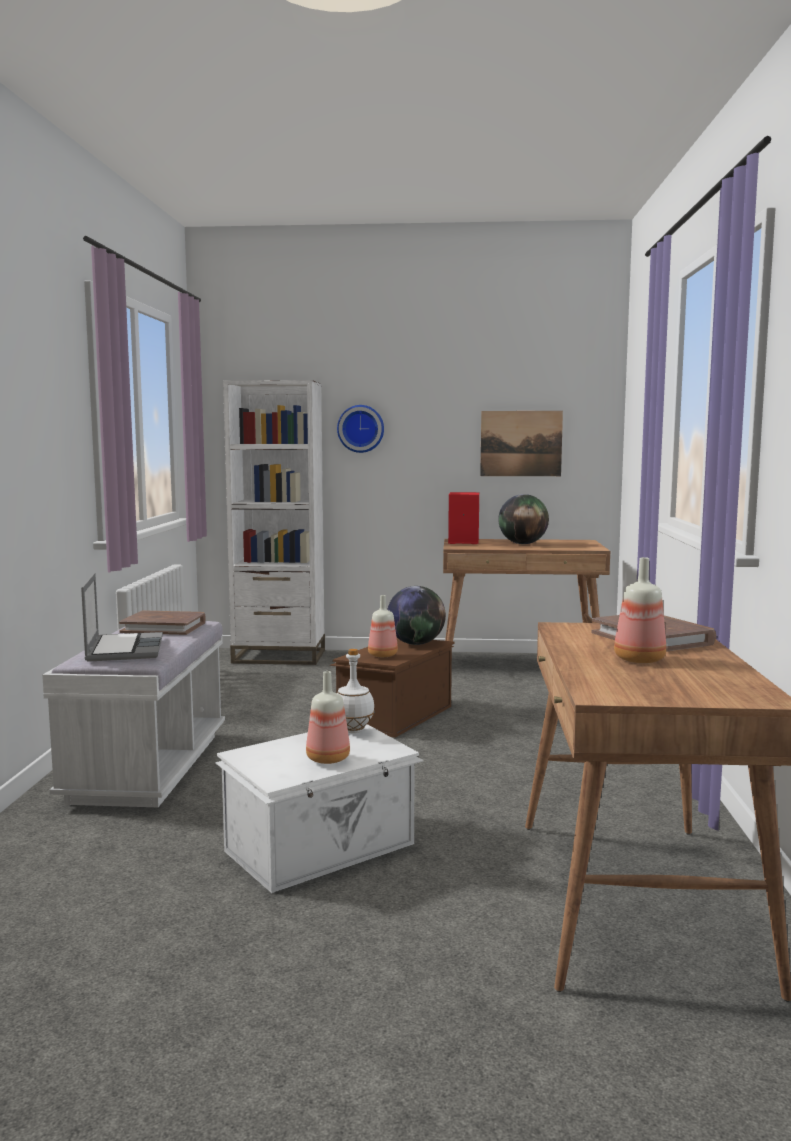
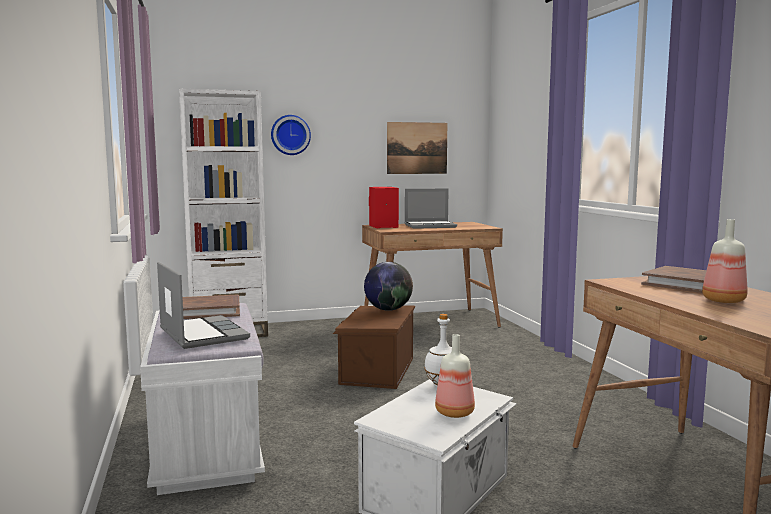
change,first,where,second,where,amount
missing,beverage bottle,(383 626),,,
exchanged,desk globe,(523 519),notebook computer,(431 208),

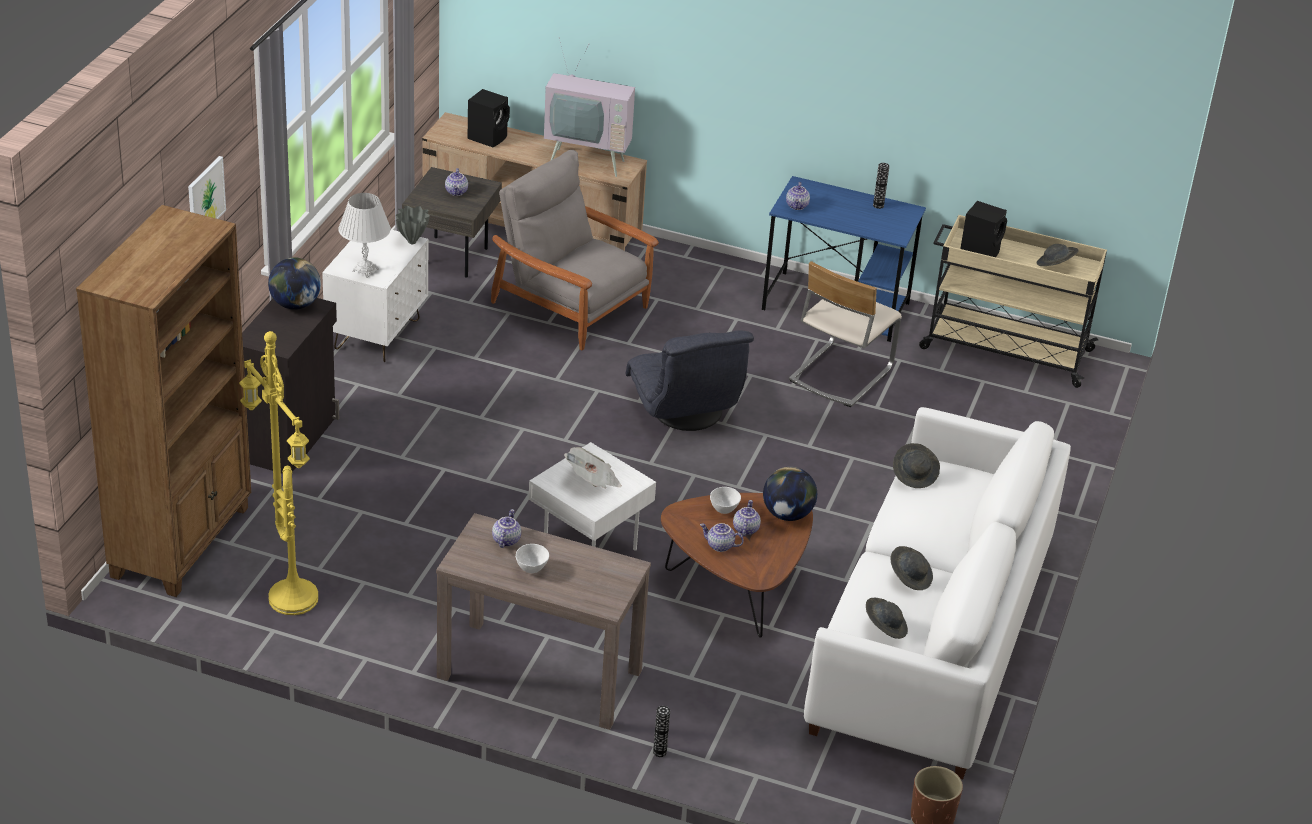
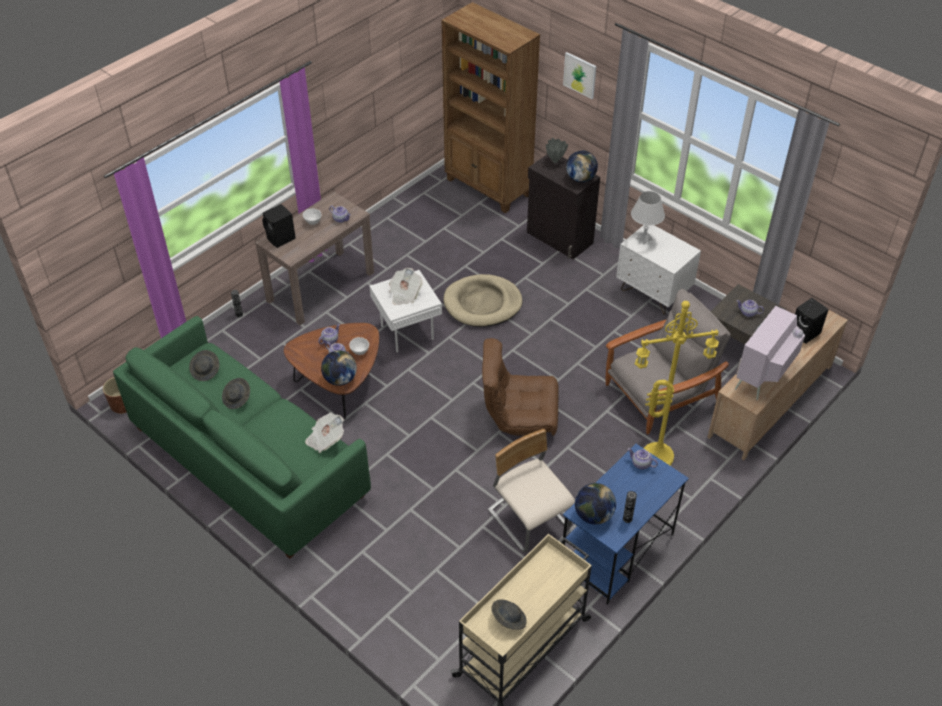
change,first,where,second,where,amount
appeared,,,beige pet bed,(483 300),
appeared,,,desk globe,(595 504),
relocated,yellow standing lamp,(278 473),,(677 383),
relocated,grey decorative vase,(413 225),,(557 150),
relocated,black speaker,(983 229),,(279 226),
exchanged,grey hat,(916 465),printed paper,(324 433),
colour,grey lounge chair,(689 380),brownish lounge chair,(520 387),
colour,whitish sofa,(937 593),green-coloured sofa,(242 437),

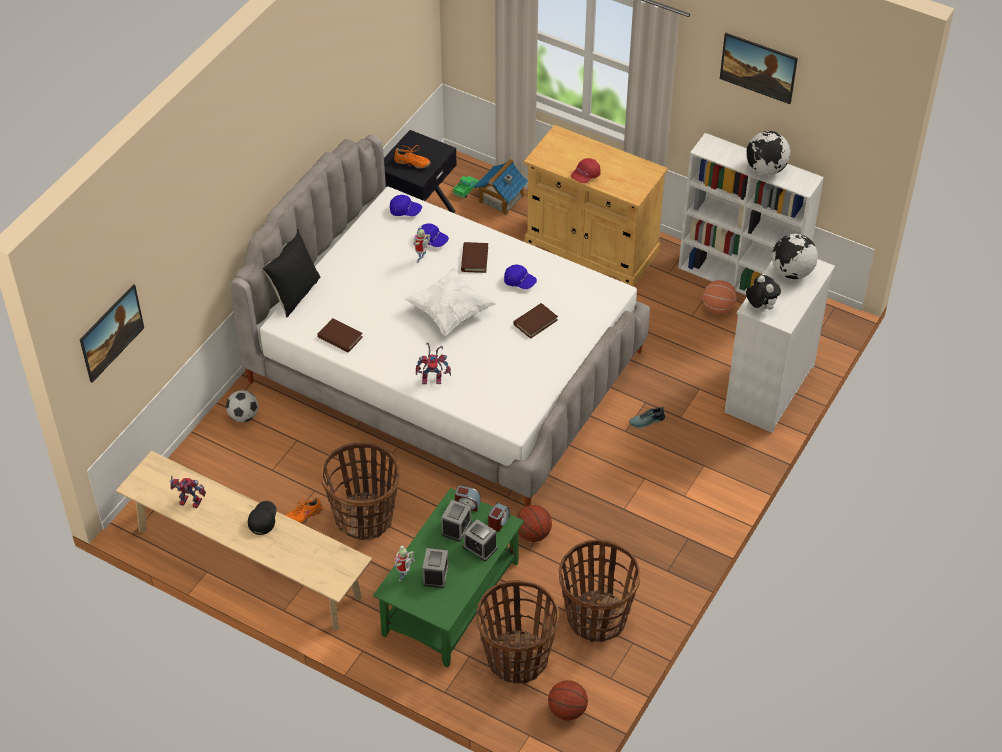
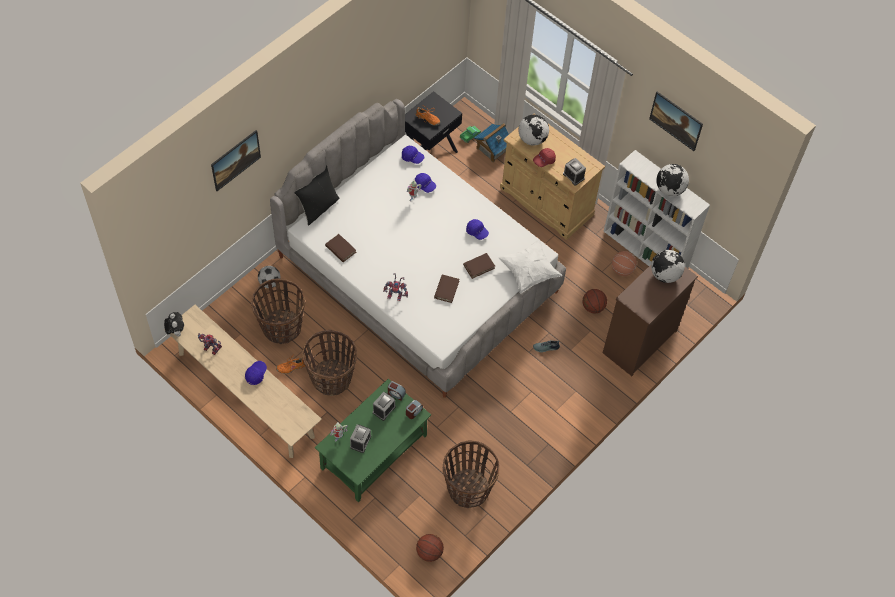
change,first,where,second,where,amount
appeared,,,desk globe,(533 130),
relocated,picture,(112 333),,(236 160),
relocated,whitish pillow,(450 302),,(530 266),
relocated,brownish volume,(474 257),,(446 288),
relocated,table clock,(480 540),,(574 172),
relocated,household basket,(517 632),,(278 311),
relocated,basketball ball,(534 523),,(595 301),
relocated,cuddly toy,(763 292),,(174 324),
colour,black peaked cap,(262 518),blue peaked cap,(256 373),
colour,whitish drawer chest,(779 346),brownish drawer chest,(650 320),

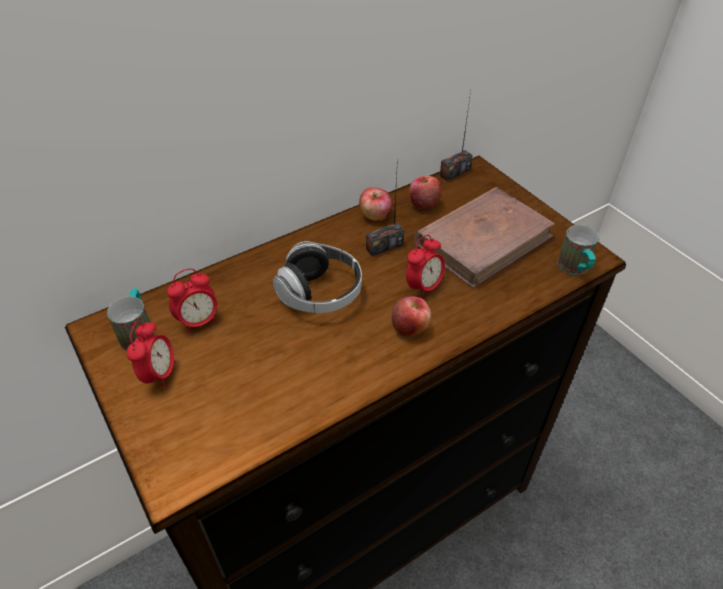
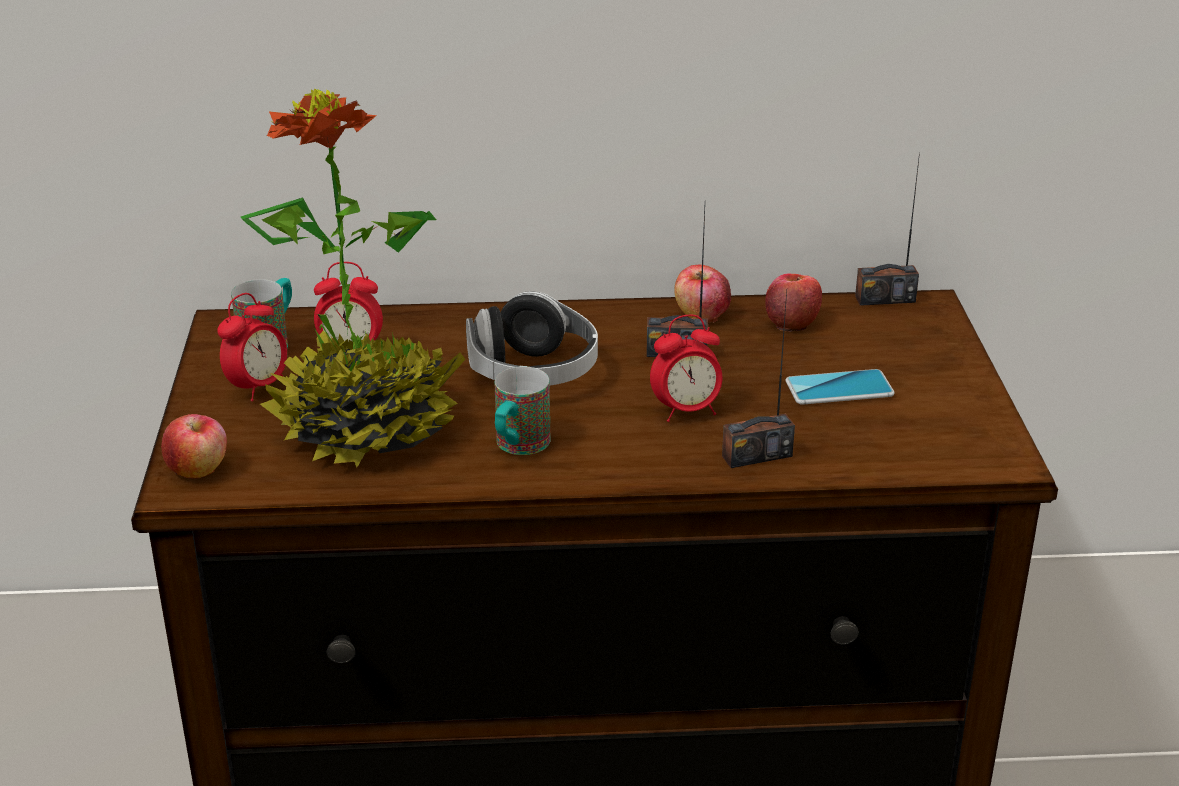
change,first,where,second,where,amount
appeared,,,potted plant,(353 278),
appeared,,,radio set,(758 379),
relocated,apple,(411 316),,(194 446),
relocated,mug,(578 249),,(522 410),
exchanged,brownish volume,(484 237),handset,(840 387),

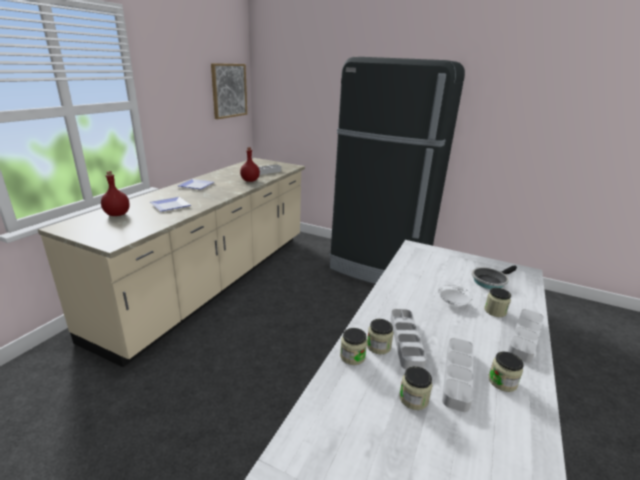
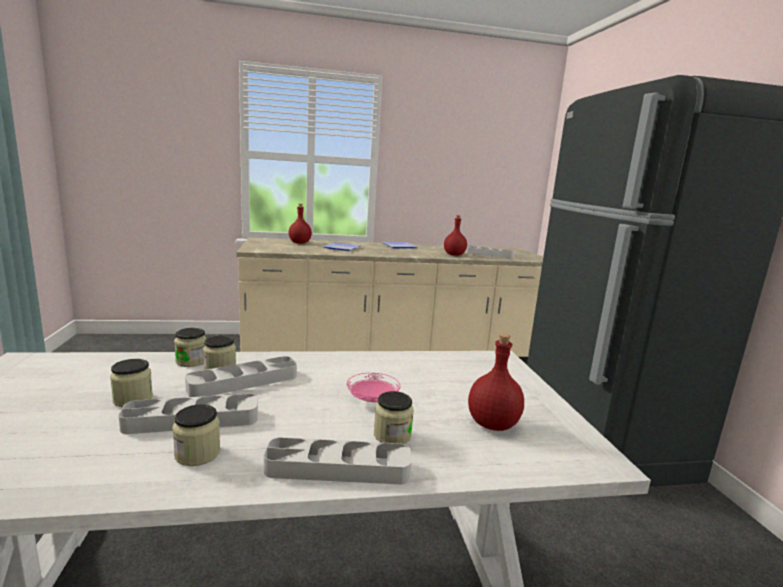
change,first,where,second,where,amount
missing,picture,(229 91),,,
exchanged,frying pan,(494 277),red-coloured beverage bottle,(496 382),
colour,whitish flat dish,(455 295),pink flat dish,(373 387),

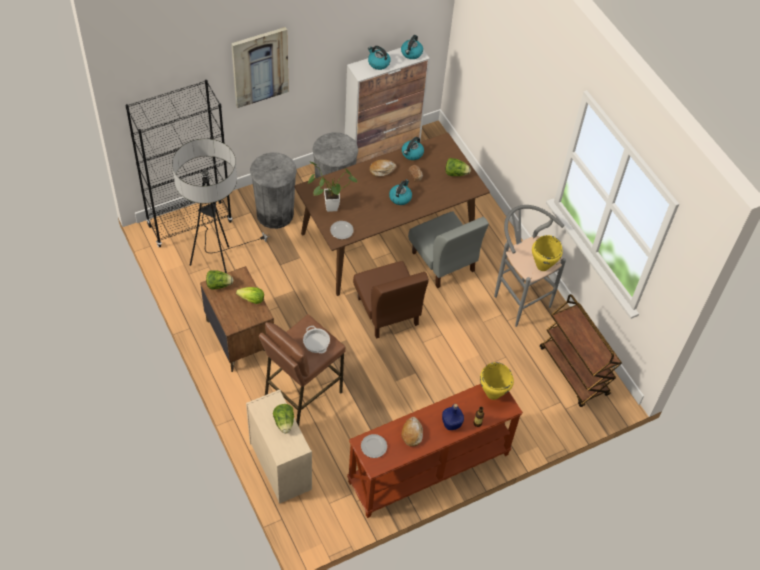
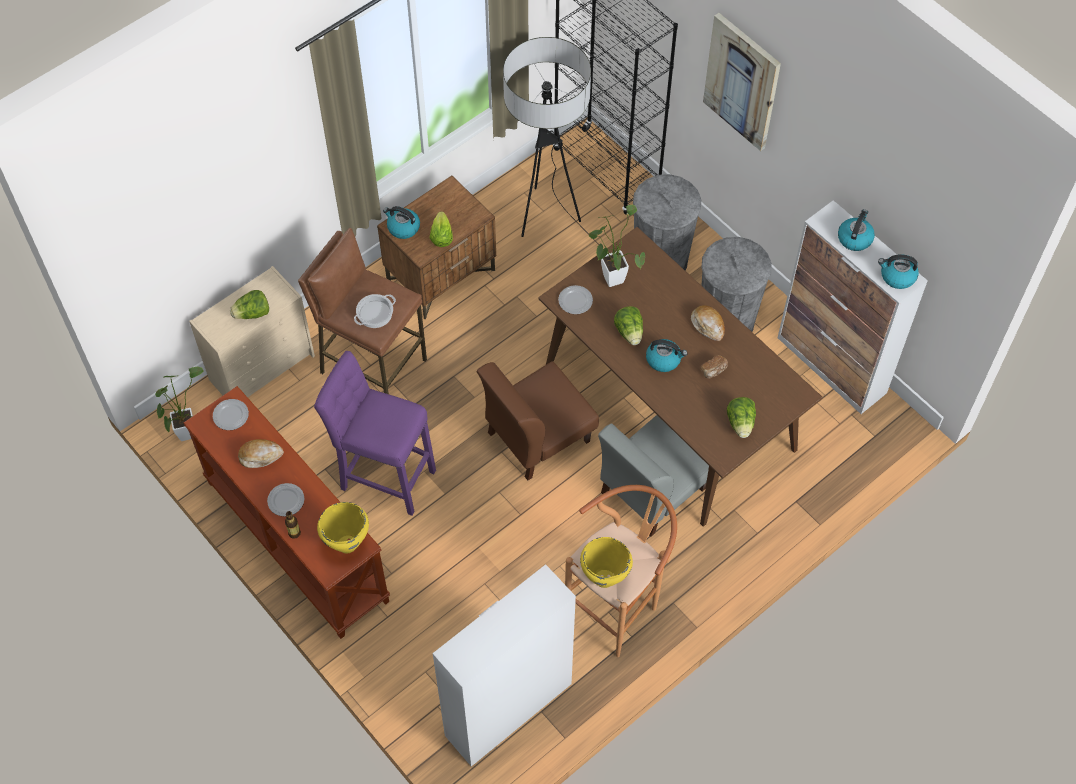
change,first,where,second,where,amount
appeared,,,potted plant,(179 404),
appeared,,,purple-coloured stool seat,(375 433),
relocated,lettuce head,(219 280),,(628 325),
relocated,tea kettle,(413 148),,(401 222),
exchanged,blue beverage bottle,(453 417),flat dish,(285 500),
exchanged,brownish trolley,(581 350),storage cabinet,(504 665),
colour,grey stool seat,(530 266),brownish stool seat,(621 571),

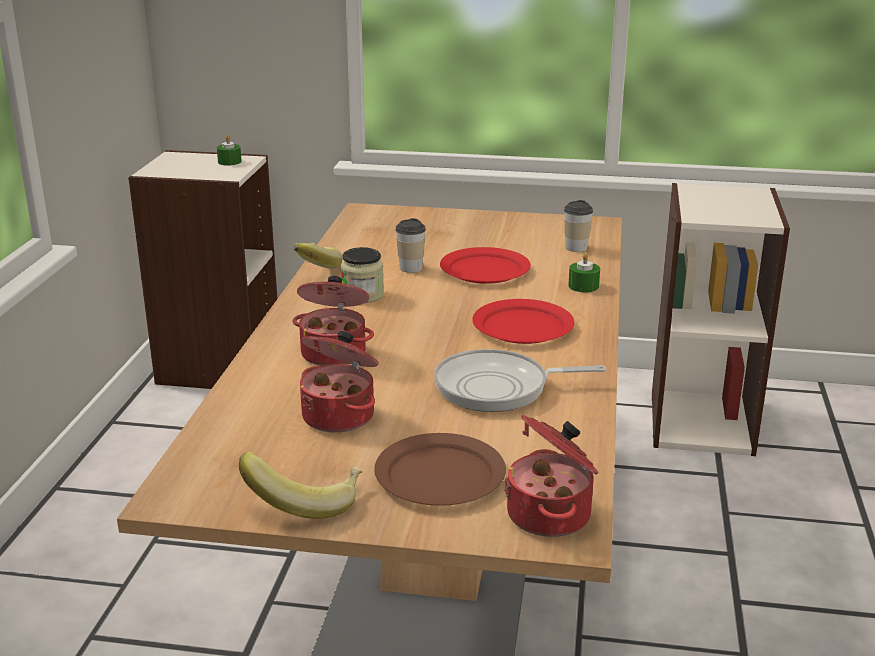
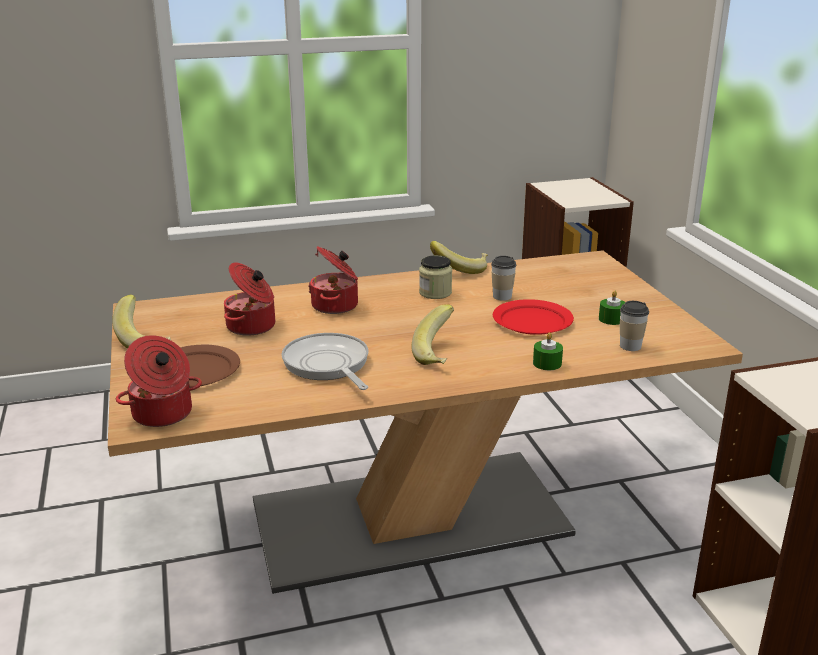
change,first,where,second,where,amount
relocated,green-coloured wax light,(229 150),,(612 308),
exchanged,red-coloured flat dish,(523 321),banana fruit,(433 335),

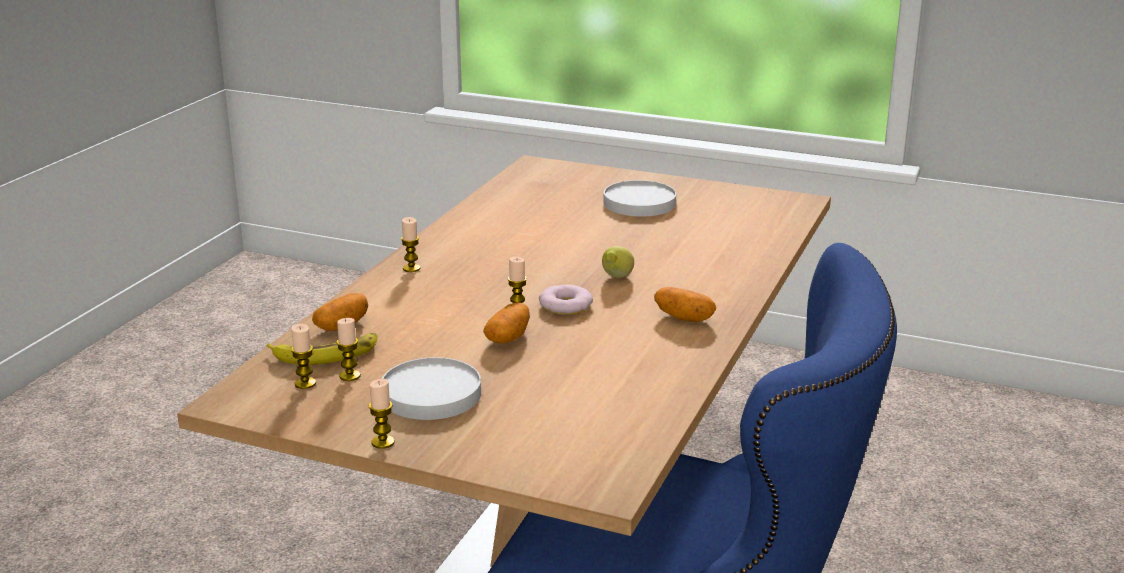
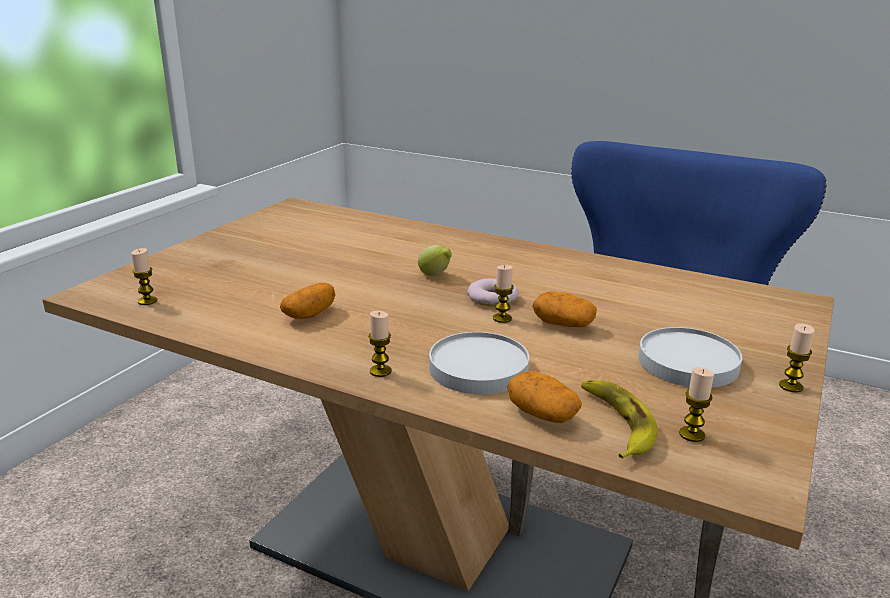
change,first,where,second,where,amount
relocated,wax light,(348 349),,(144 276),
relocated,whitish flat dish,(640 198),,(479 363),
relocated,whole potato,(685 304),,(307 301),

